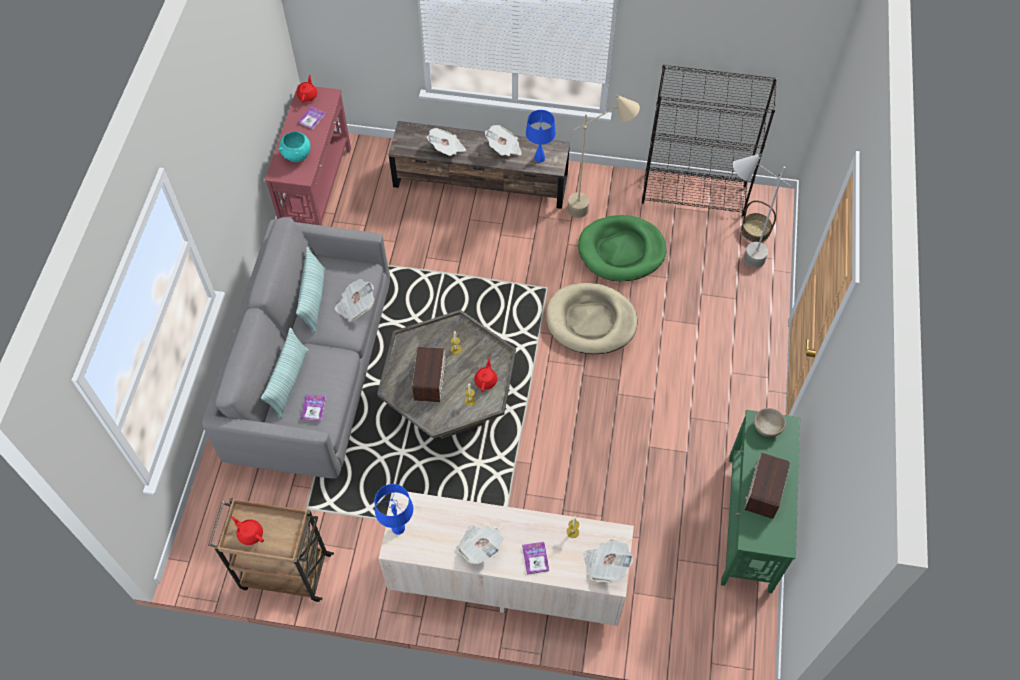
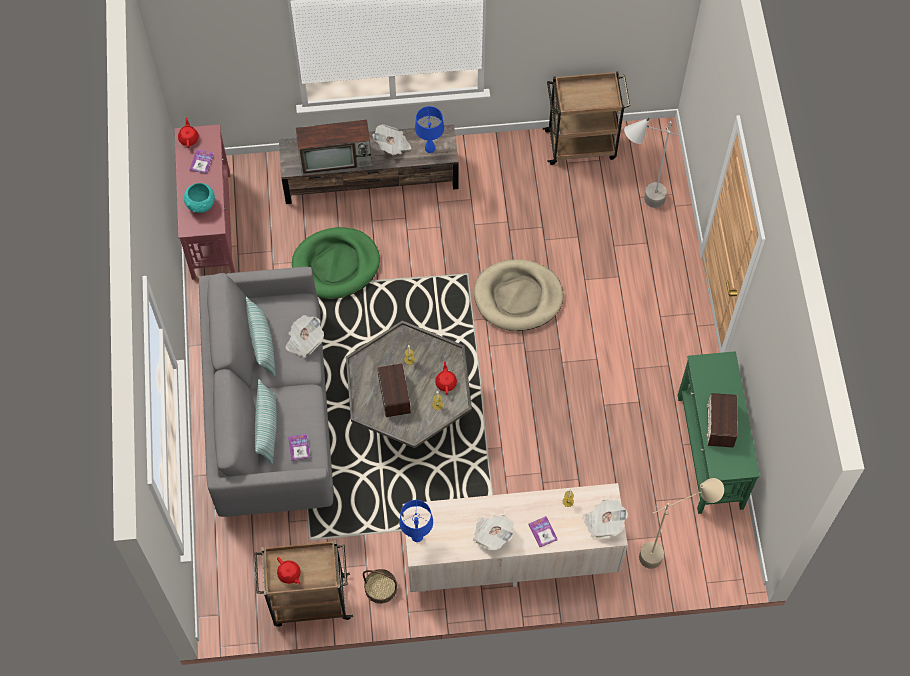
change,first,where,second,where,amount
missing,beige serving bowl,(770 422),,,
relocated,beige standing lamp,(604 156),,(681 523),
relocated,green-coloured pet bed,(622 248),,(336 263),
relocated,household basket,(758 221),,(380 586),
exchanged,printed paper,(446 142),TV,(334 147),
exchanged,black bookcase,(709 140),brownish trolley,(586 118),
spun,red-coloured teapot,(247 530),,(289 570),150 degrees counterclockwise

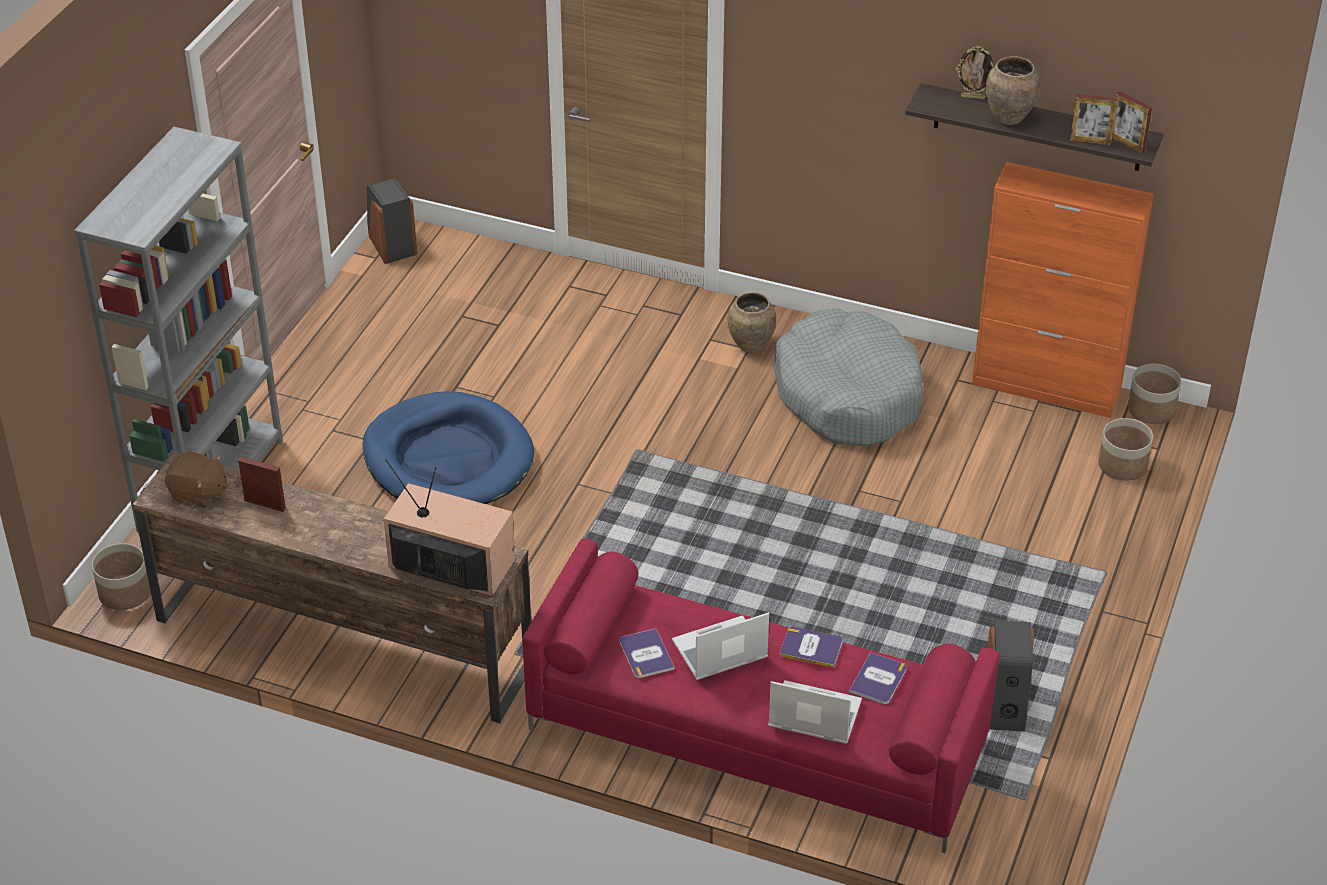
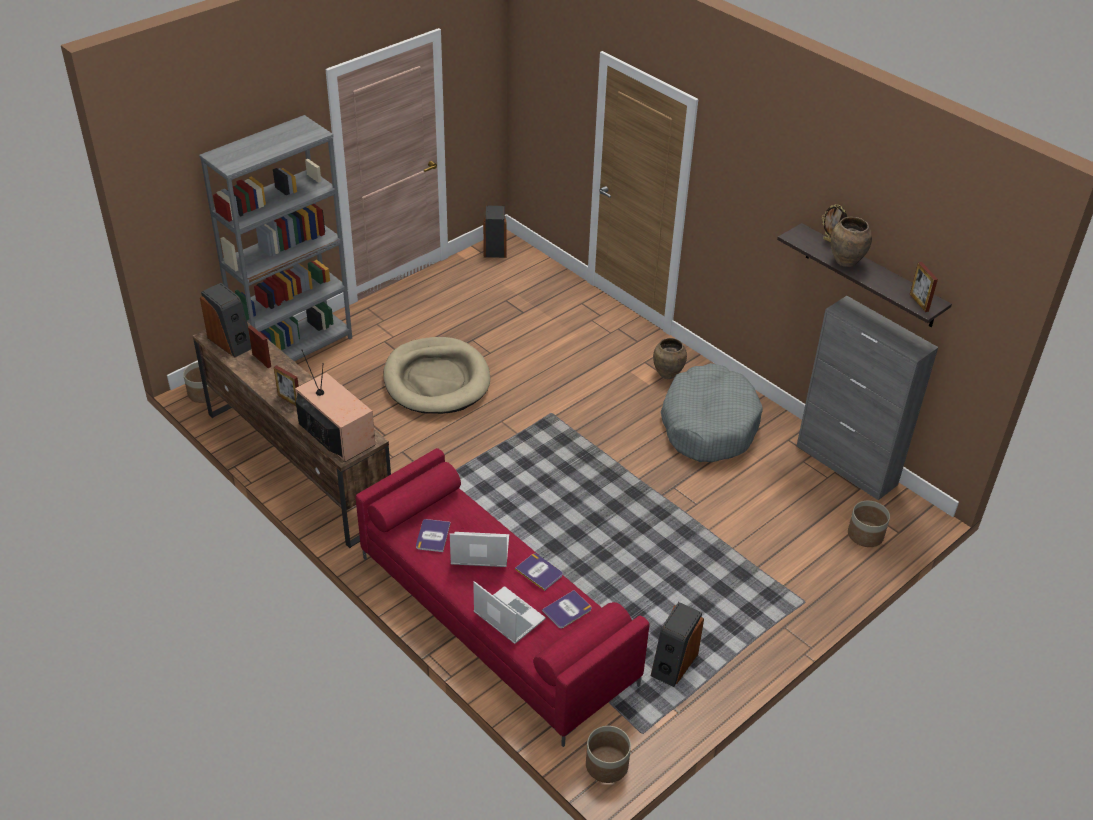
change,first,where,second,where,amount
relocated,photo frame,(1094 119),,(286 385),
relocated,plant pot,(1155 394),,(608 754),
exchanged,brownish cuddly toy,(196 479),speaker,(225 320),
colour,blue pet bed,(448 447),beige pet bed,(436 375),
colour,orangey storage cabinet,(1063 290),grey storage cabinet,(867 398),

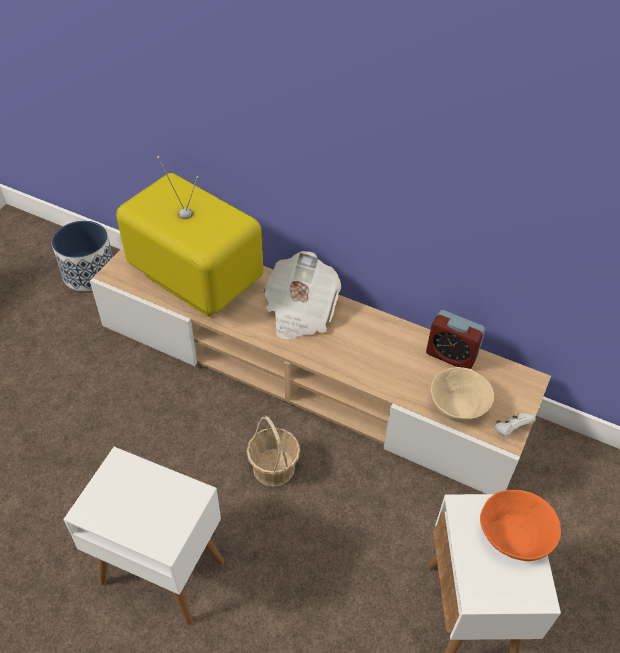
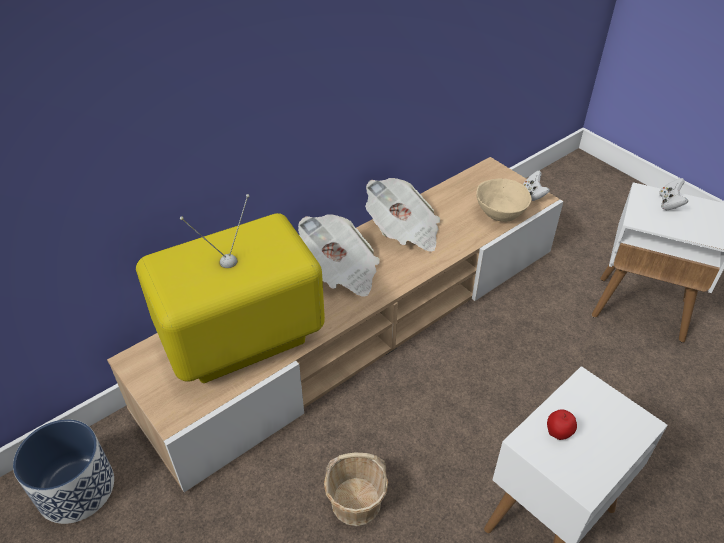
change,first,where,second,where,amount
missing,table clock,(455 339),,,
appeared,,,printed paper,(402 215),
appeared,,,apple,(562 424),
relocated,household basket,(273 451),,(356 489),
exchanged,orangey serving bowl,(520 525),whitish game controller,(673 194),

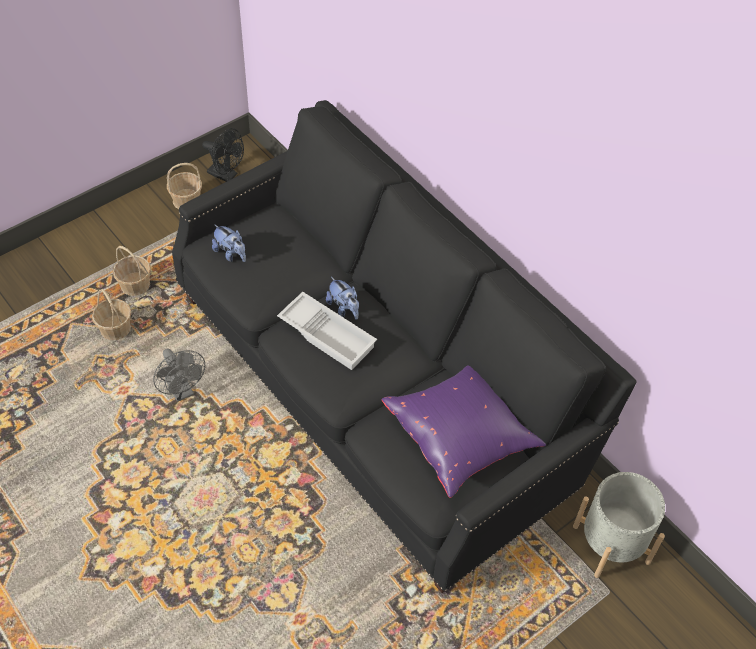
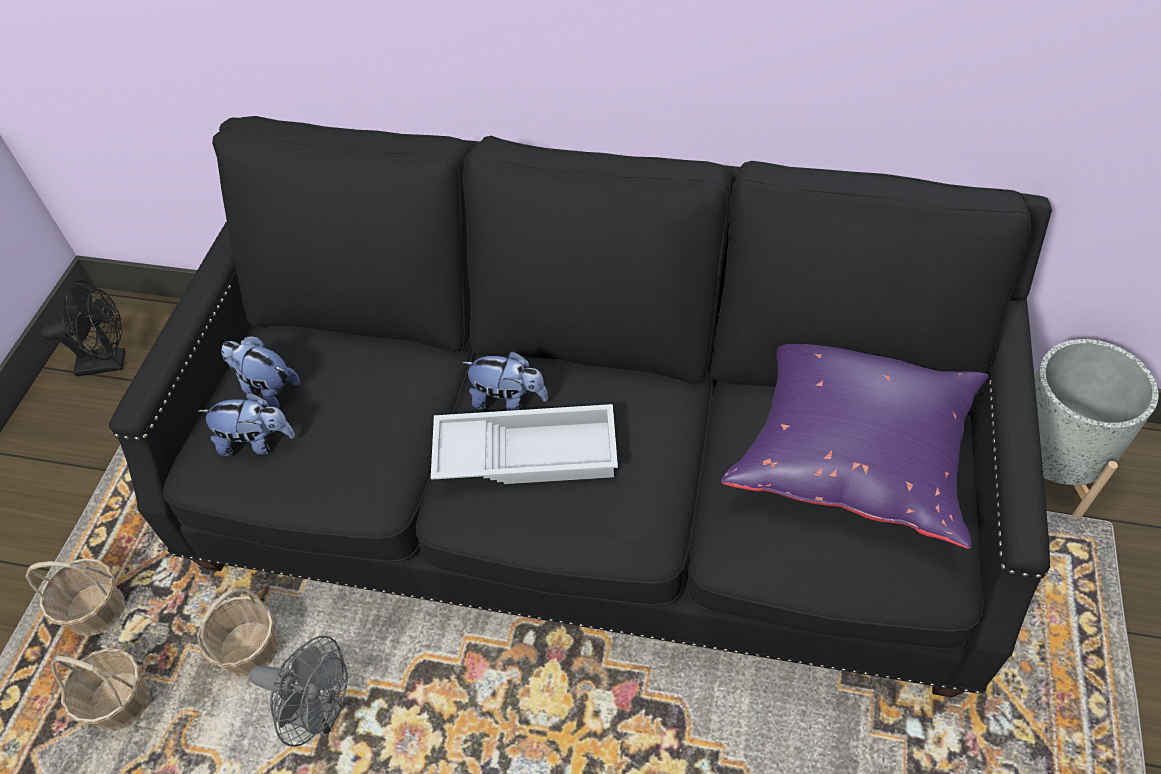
change,first,where,second,where,amount
appeared,,,cuddly toy,(260 372),
relocated,household basket,(184 186),,(238 631),

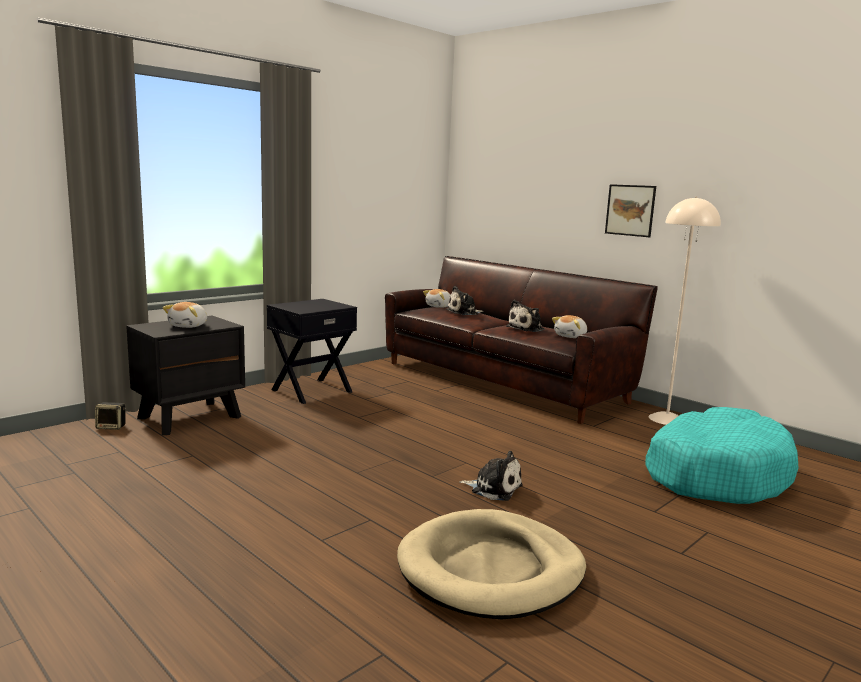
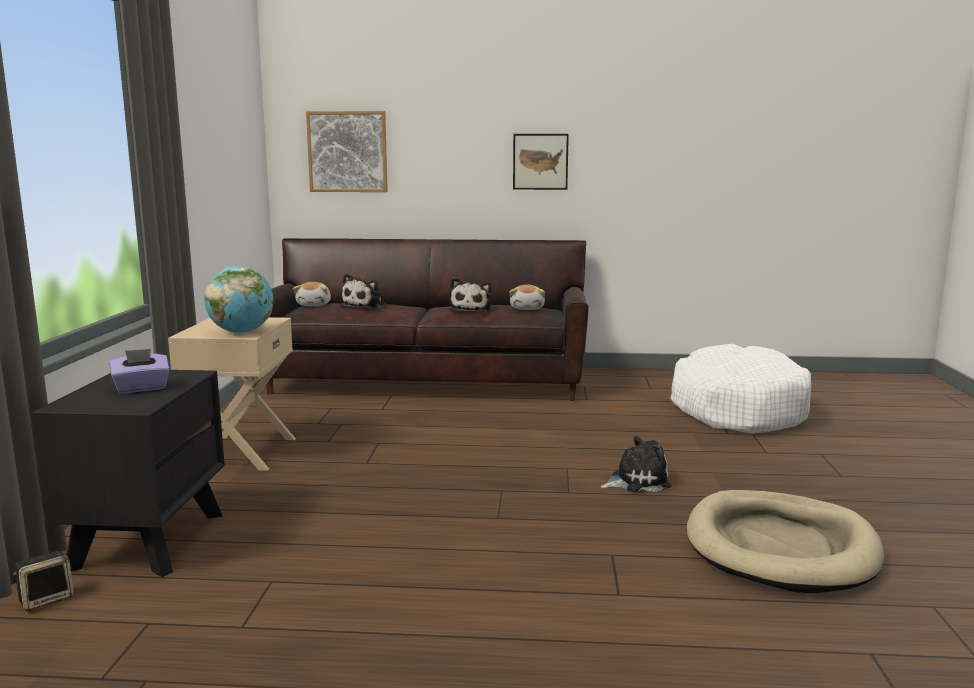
change,first,where,second,where,amount
missing,beige standing lamp,(684 310),,,
appeared,,,desk globe,(238 299),
appeared,,,picture,(347 151),
exchanged,cuddly toy,(185 315),purple-coloured tissue box,(139 371),
colour,black nightstand,(312 351),beige nightstand,(232 394),
colour,turquoise-coloured pet bed,(722 455),whitish pet bed,(740 389),

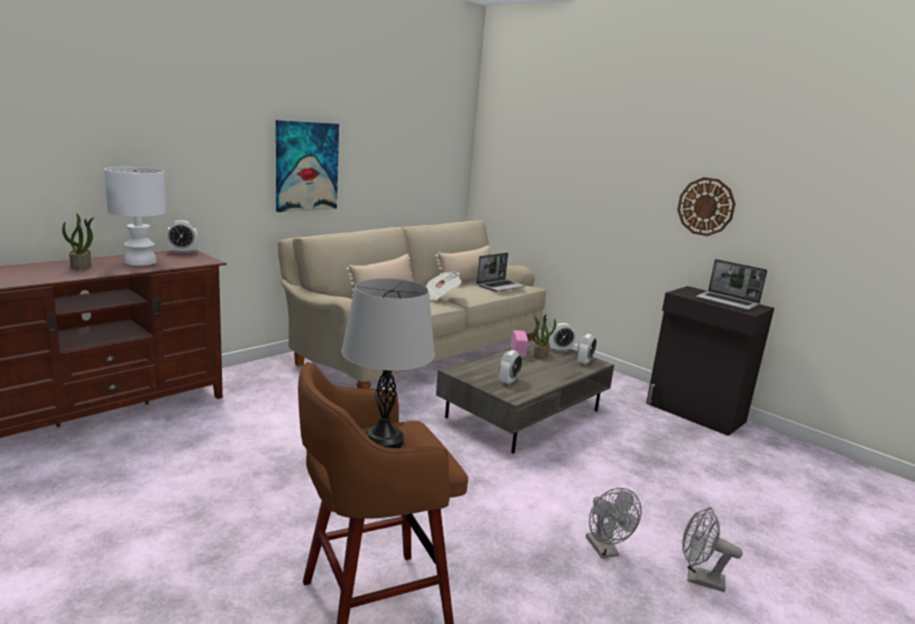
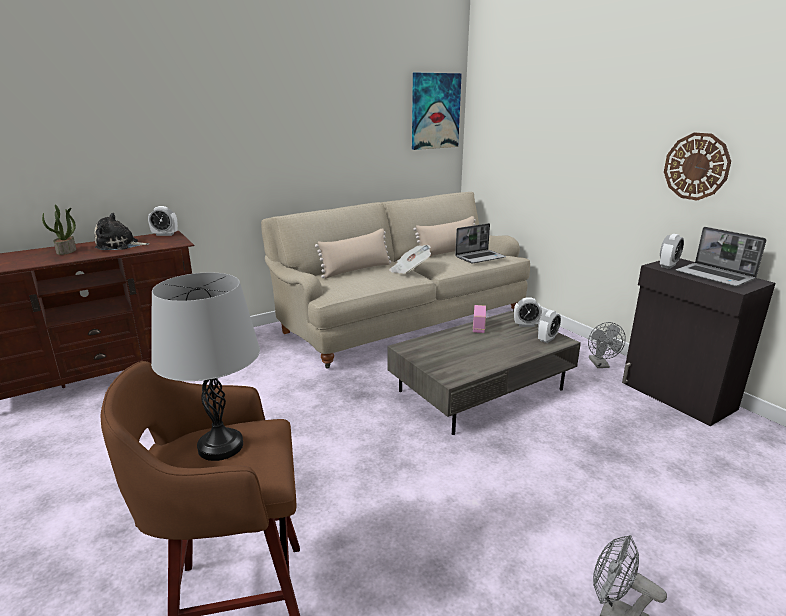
change,first,where,second,where,amount
missing,potted plant,(544 336),,,
relocated,picture,(307 166),,(437 111),
relocated,table clock,(510 367),,(672 251),
relocated,grey cooling fan,(613 523),,(607 345),
exchanged,whitish lamp for a table,(135 216),cuddly toy,(122 231),

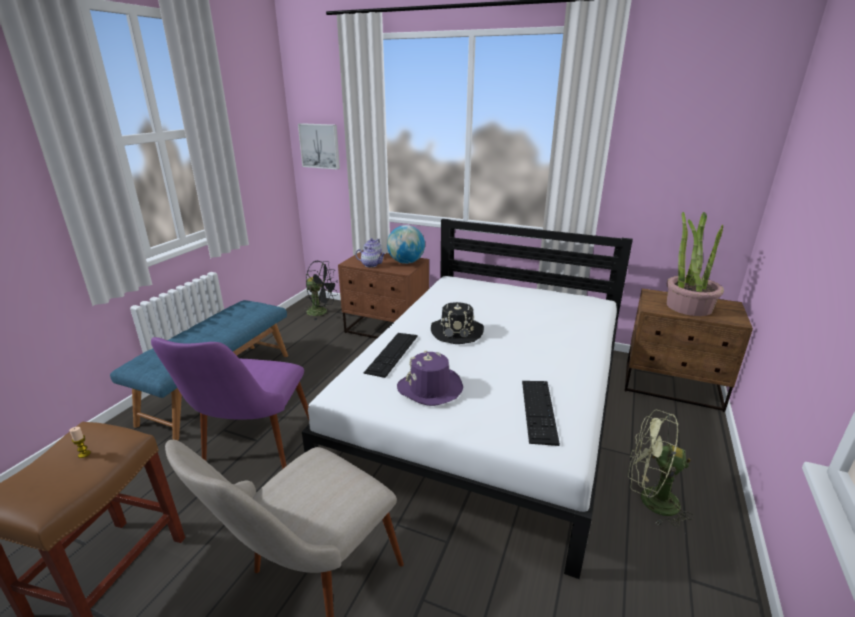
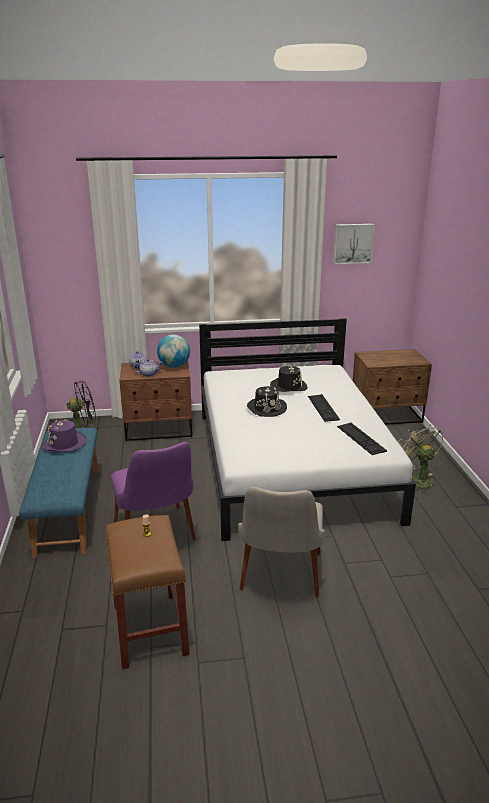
change,first,where,second,where,amount
missing,potted plant,(695 264),,,
appeared,,,black hat,(289 378),
relocated,picture,(319 146),,(354 244),
relocated,PC keyboard,(390 355),,(324 408),
relocated,purple-coloured hat,(430 378),,(64 435),
spun,green-coloured cooling fan,(661 468),,(420 458),75 degrees clockwise

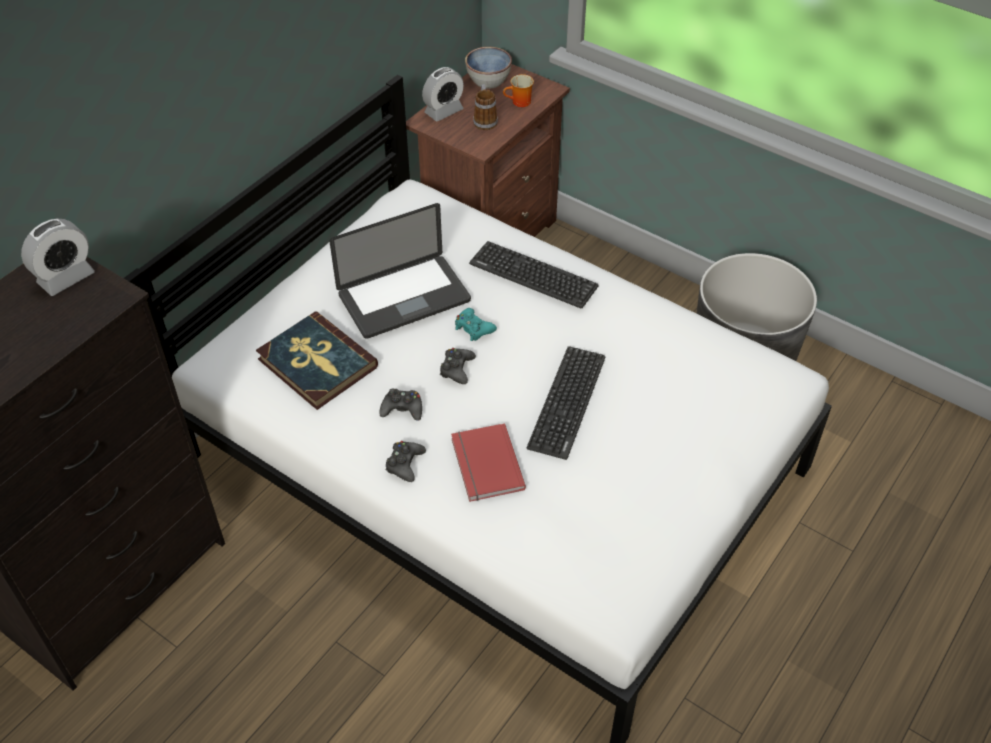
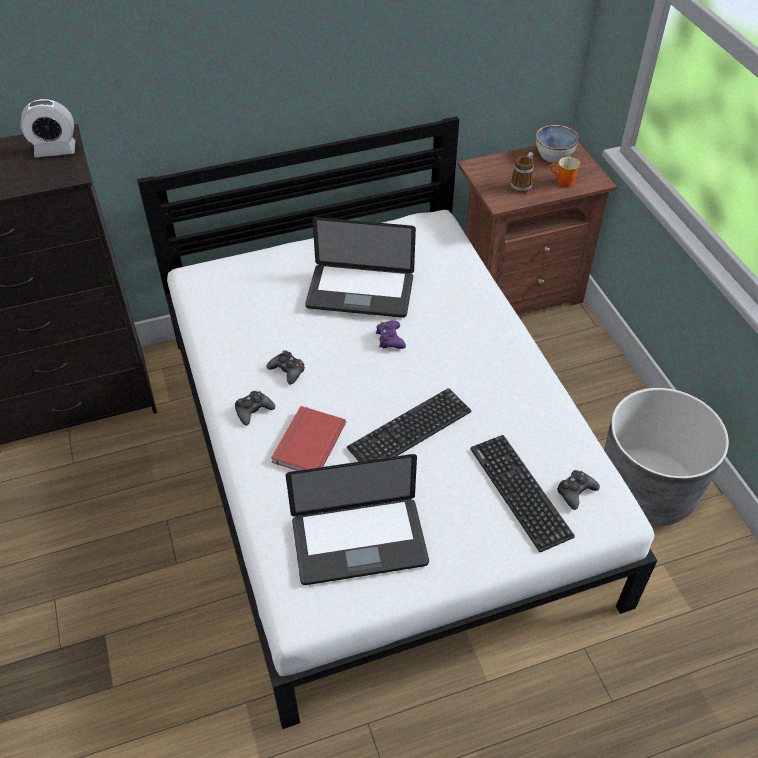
change,first,where,second,where,amount
missing,volume,(317 360),,,
missing,table clock,(443 94),,,
appeared,,,notebook computer,(357 519),
relocated,black game controller,(458 366),,(578 490),
relocated,PC keyboard,(534 275),,(522 493),
colour,turquoise-coloured game controller,(476 324),purple-coloured game controller,(391 335),

